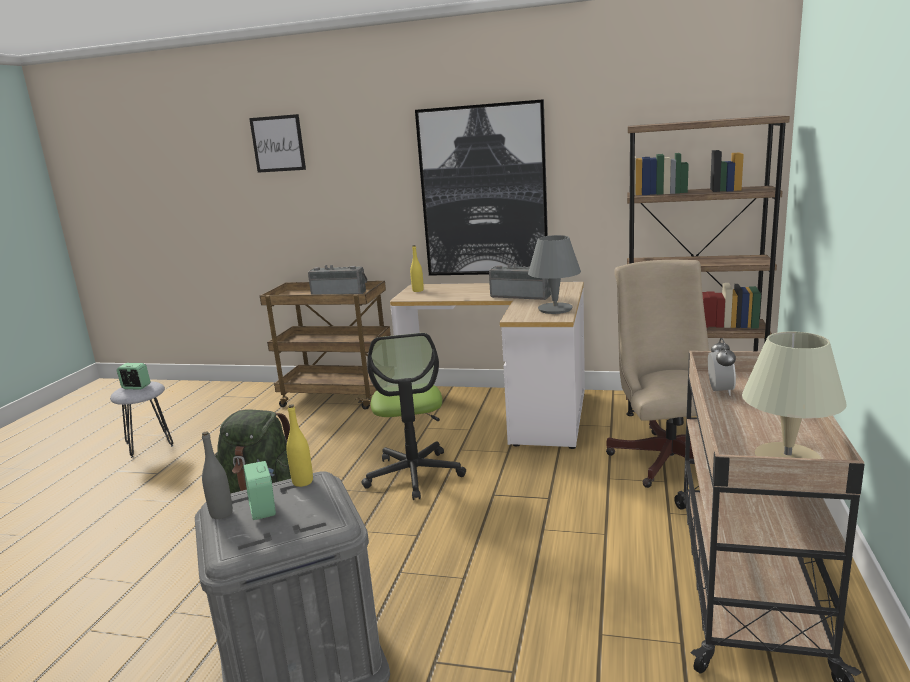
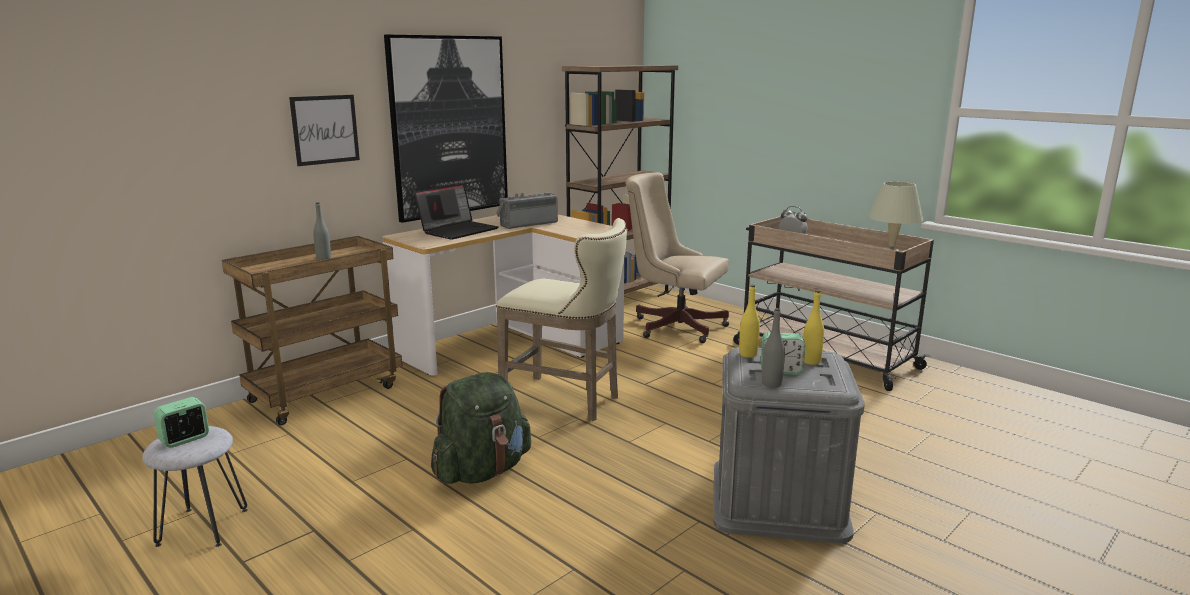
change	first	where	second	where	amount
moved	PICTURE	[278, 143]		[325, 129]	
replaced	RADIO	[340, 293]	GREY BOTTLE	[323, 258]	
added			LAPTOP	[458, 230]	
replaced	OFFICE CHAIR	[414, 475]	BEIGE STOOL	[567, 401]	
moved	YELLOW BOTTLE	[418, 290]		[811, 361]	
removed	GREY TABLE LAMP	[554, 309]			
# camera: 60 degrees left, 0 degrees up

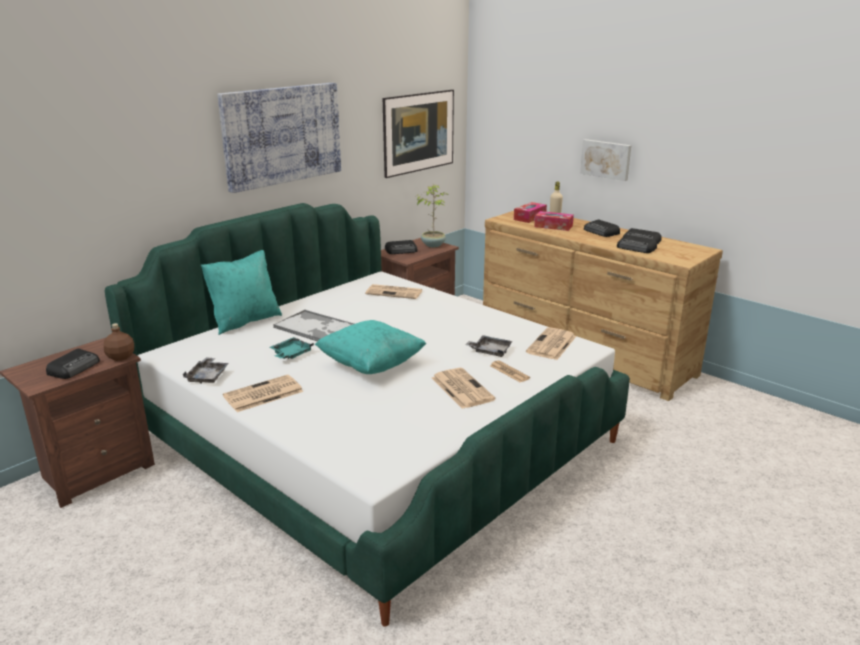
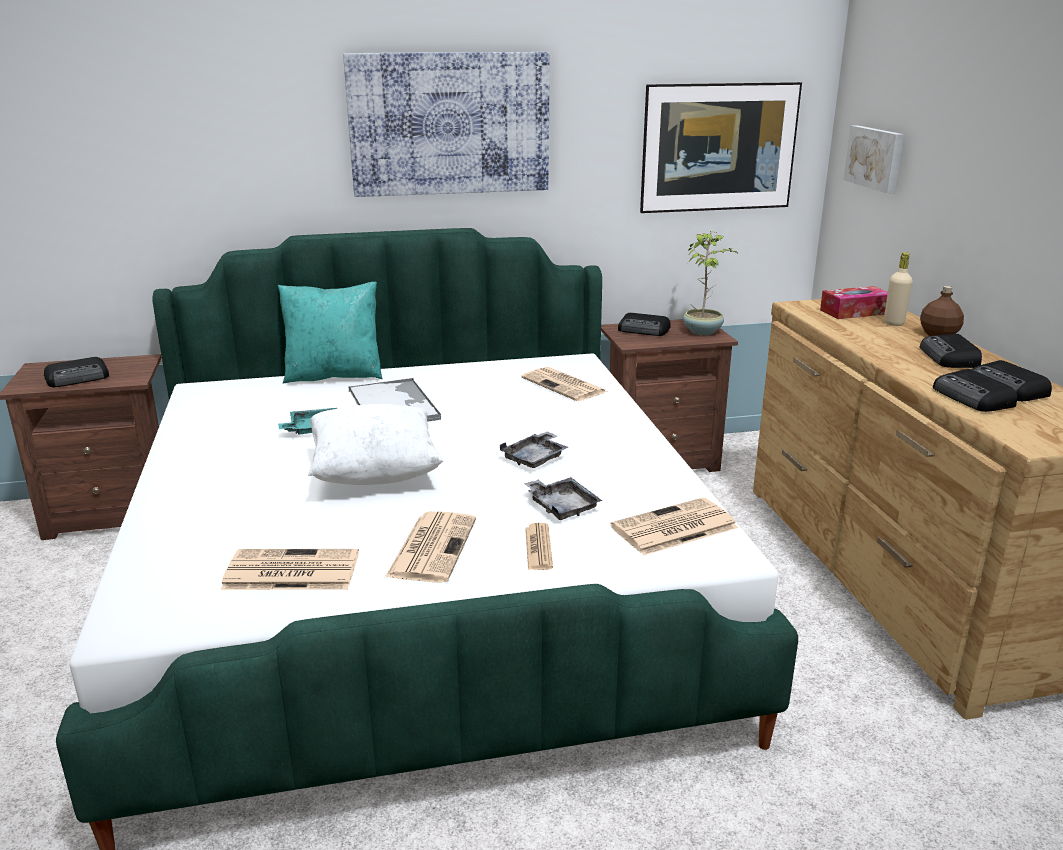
change	first	where	second	where	amount
moved	NEWSPAPER	[262, 394]		[289, 571]	
recoloured	TURQUOISE PILLOW	[371, 365]	WHITE PILLOW	[375, 473]	
moved	GREY TRAY	[208, 376]		[535, 458]	
moved	PICTURE	[606, 159]		[875, 158]	
moved	BROWN BOTTLE	[120, 357]		[938, 334]	
removed	TISSUE BOX	[553, 226]			
# camera: 35 degrees right, 0 degrees up

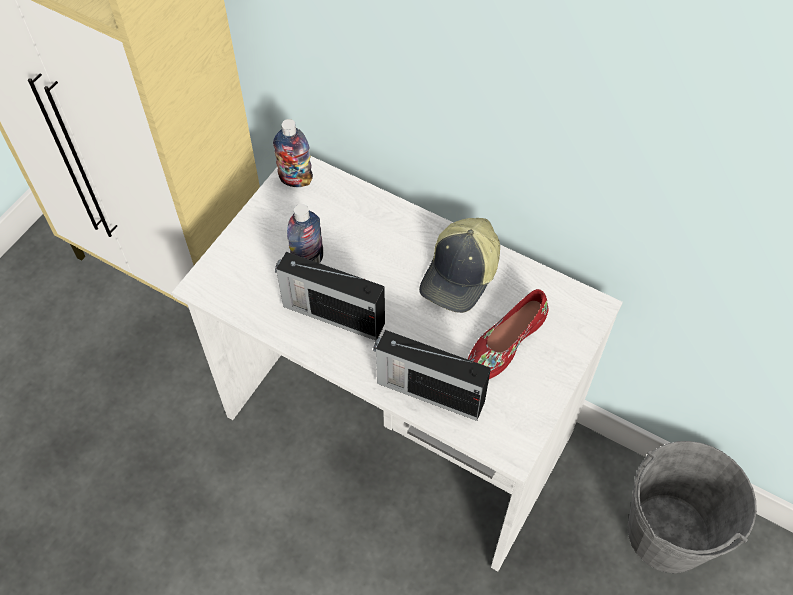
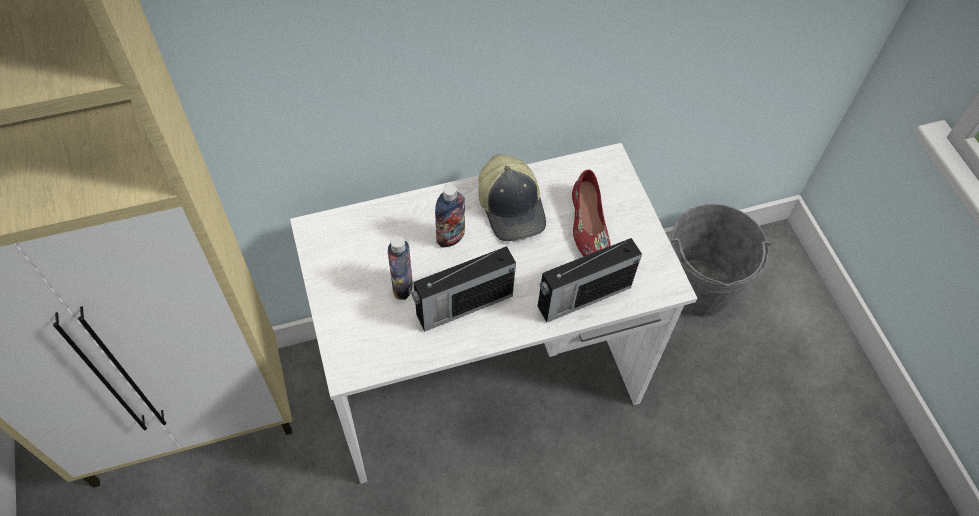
change	first	where	second	where	amount
moved	BOTTLE	[296, 180]		[450, 237]	
# camera: 50 degrees left, 0 degrees up

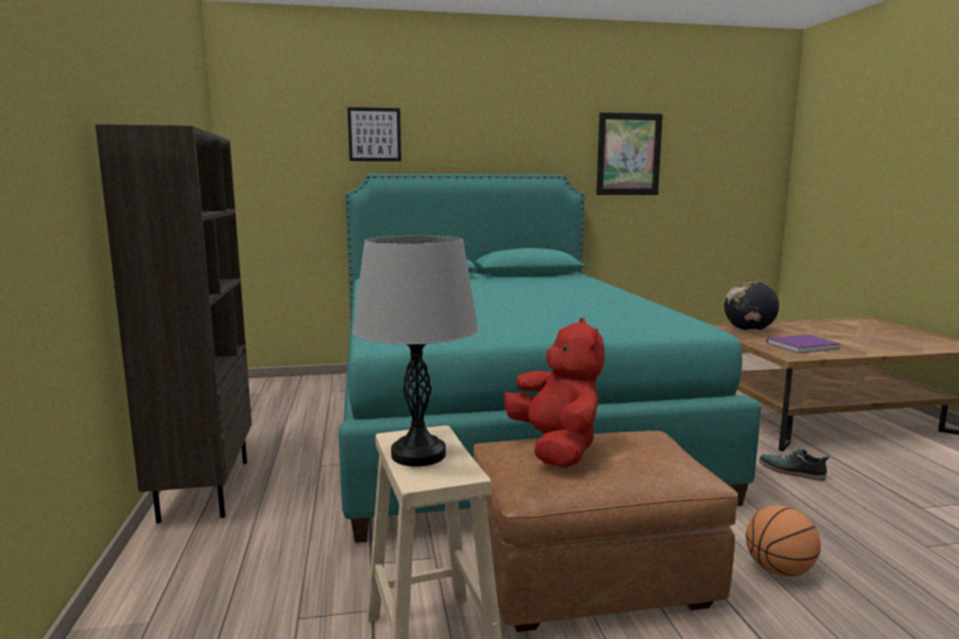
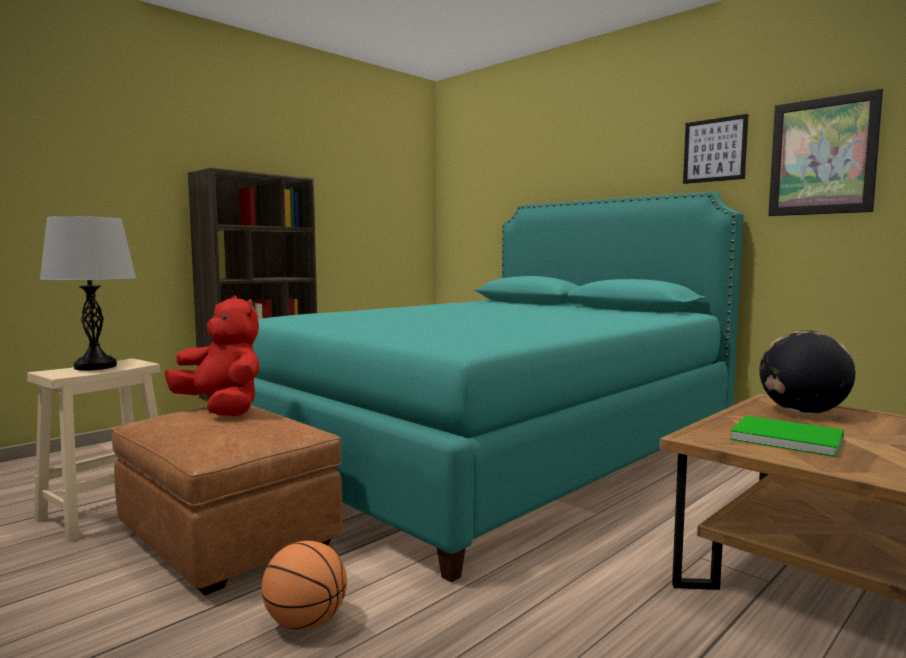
change	first	where	second	where	amount
turned	RED PLUSH TOY	[556, 448]		[222, 409]	90 degrees counterclockwise
moved	PICTURE	[374, 134]		[714, 150]	
recoloured	PURPLE BOOK	[800, 345]	GREEN BOOK	[783, 437]	
removed	SHOE	[791, 471]			
# camera: 55 degrees right, 5 degrees down

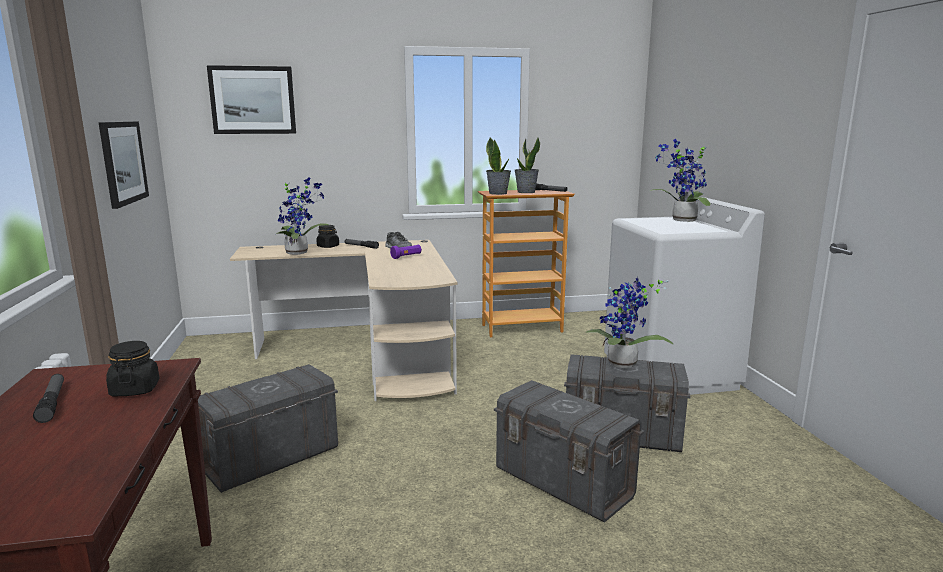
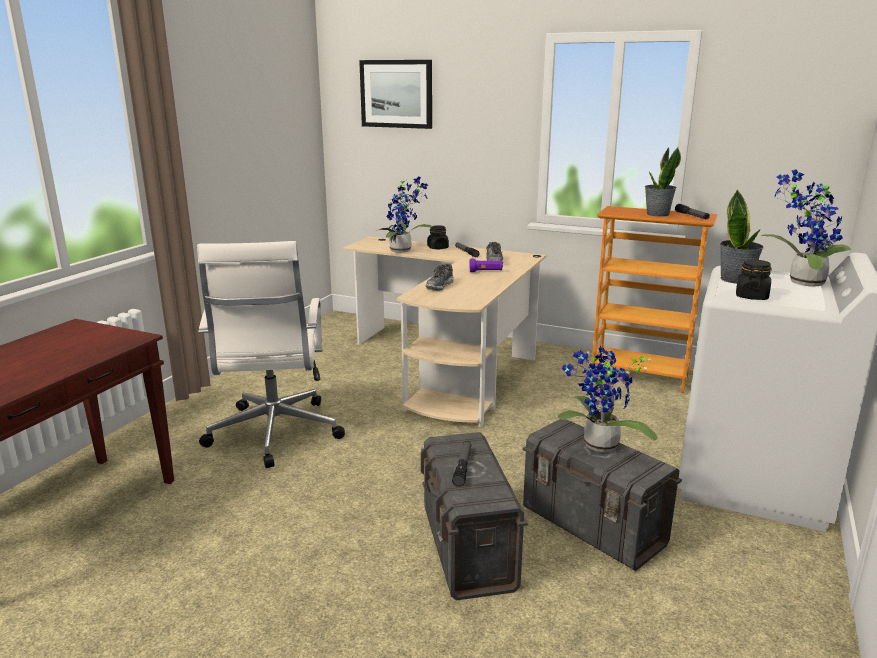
change	first	where	second	where	amount
replaced	GREY STORAGE BOX	[271, 459]	WHITE OFFICE CHAIR	[274, 434]	
added			SHOE	[440, 286]	
moved	FLASHLIGHT	[52, 403]		[462, 467]	
moved	POTTED PLANT	[498, 193]		[736, 279]	
moved	BLACK JAR	[135, 389]		[751, 296]	
removed	PICTURE	[123, 162]			
# camera: 35 degrees right, 5 degrees up

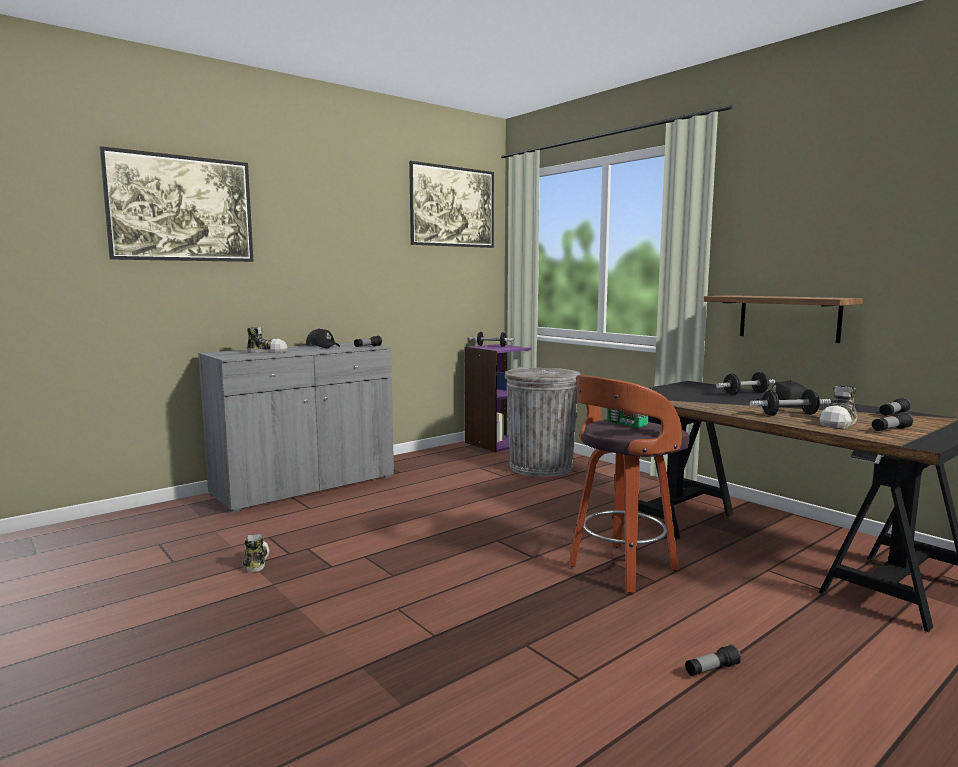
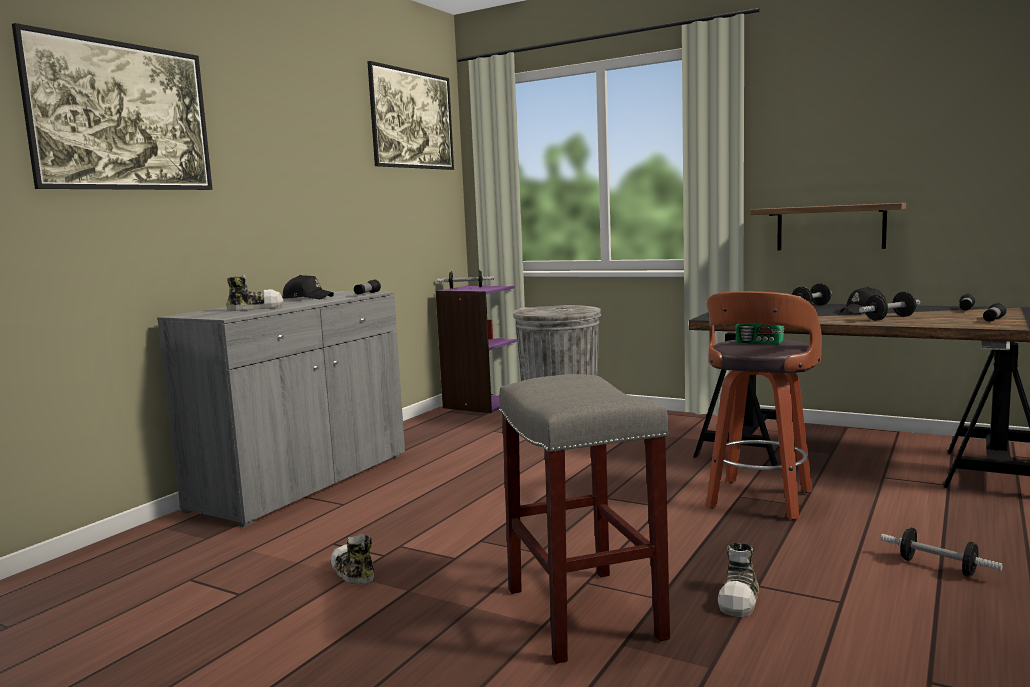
change	first	where	second	where	amount
added			GREY STOOL	[581, 612]	
moved	SHOE	[839, 423]		[740, 599]	
replaced	FLASHLIGHT	[711, 669]	DUMBBELL	[938, 567]	
# camera: 20 degrees left, 0 degrees up

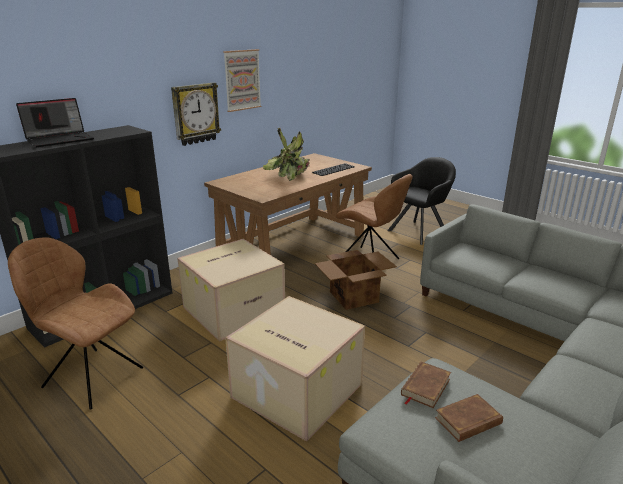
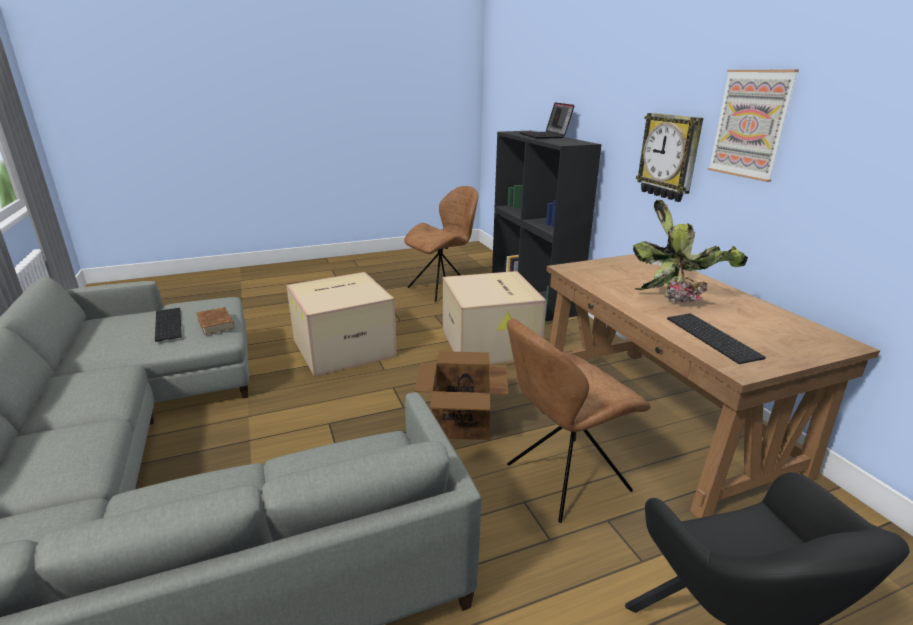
change	first	where	second	where	amount
replaced	BROWN BOOK	[468, 421]	KEYBOARD	[166, 324]	
# camera: 115 degrees right, 0 degrees up

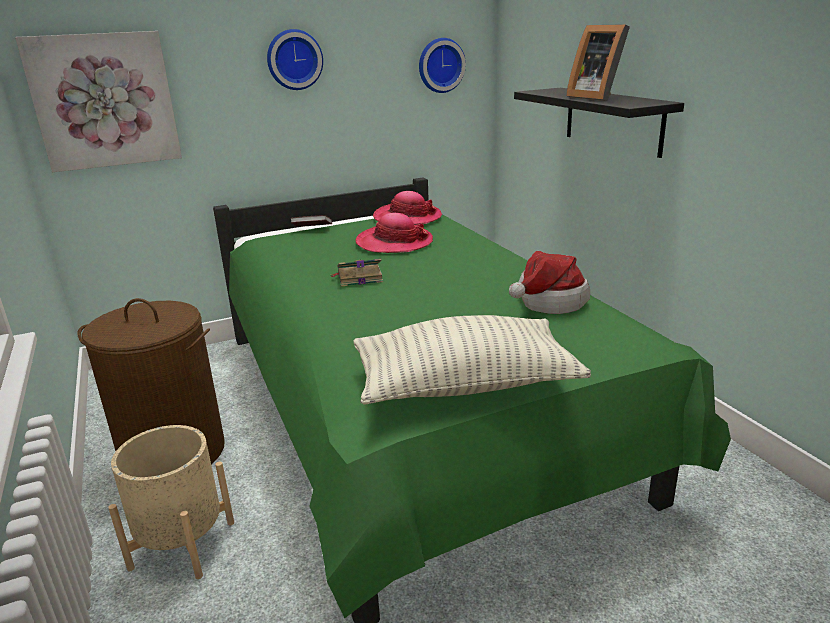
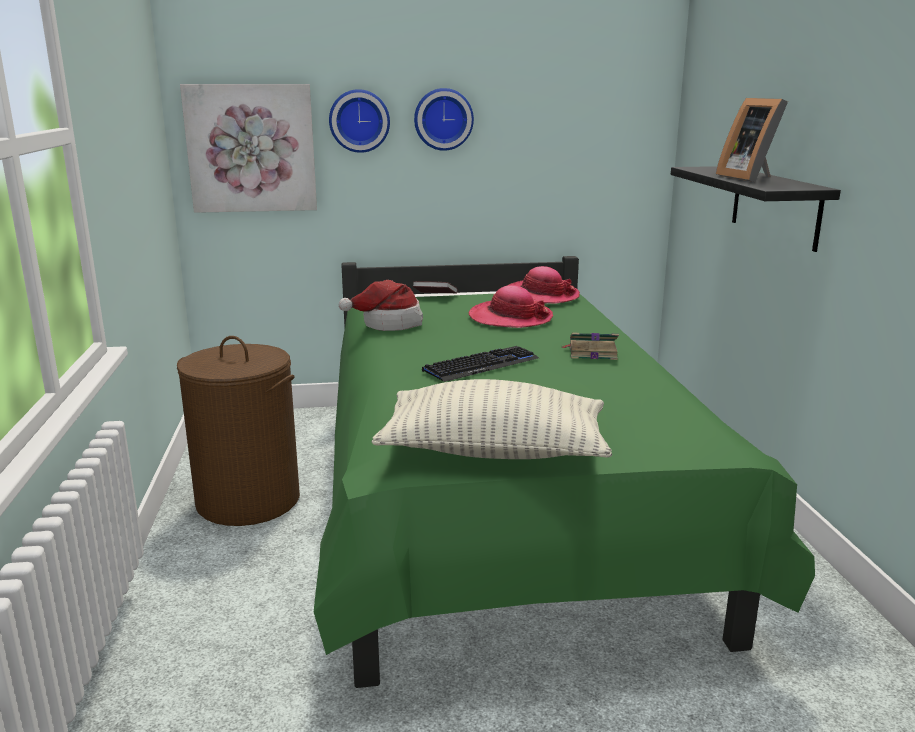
change	first	where	second	where	amount
moved	WALL CLOCK	[440, 65]		[359, 121]	
moved	HAT	[547, 302]		[389, 323]	
added			KEYBOARD	[481, 365]	
moved	BOOK	[358, 278]		[591, 353]	
removed	BEIGE PLANTER	[183, 545]			
# camera: 15 degrees right, 5 degrees down

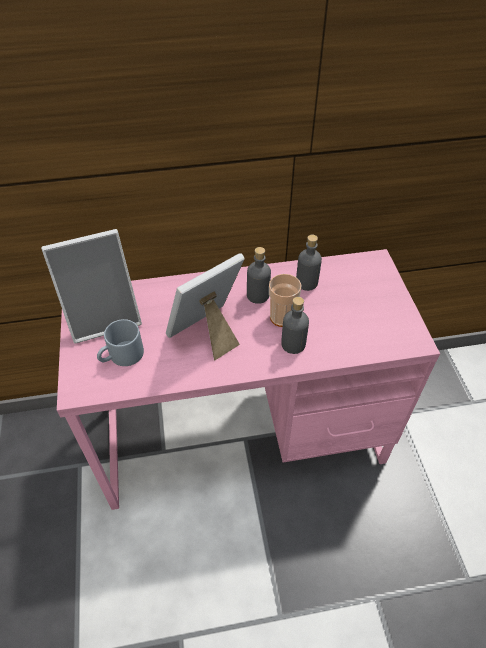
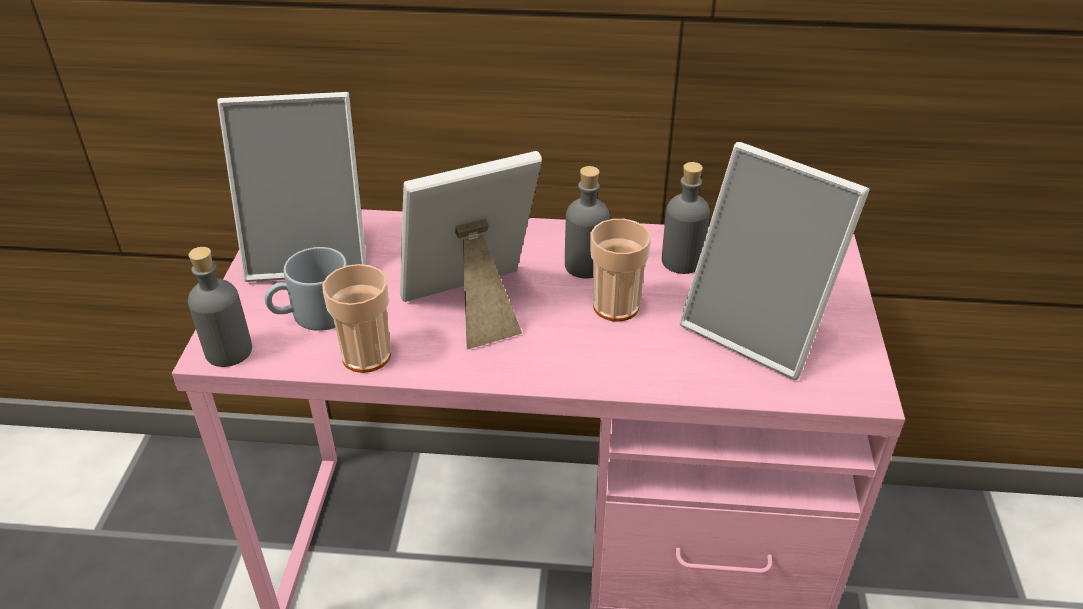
change	first	where	second	where	amount
moved	GREY BOTTLE	[293, 344]		[228, 351]	
added			CUP	[366, 356]	
added			PICTURE FRAME	[759, 329]	
# camera: 15 degrees right, 10 degrees down

